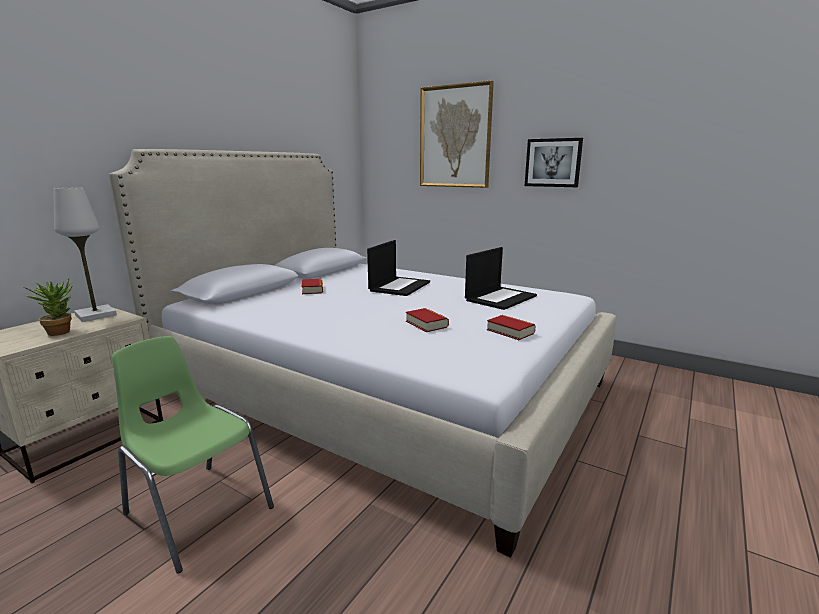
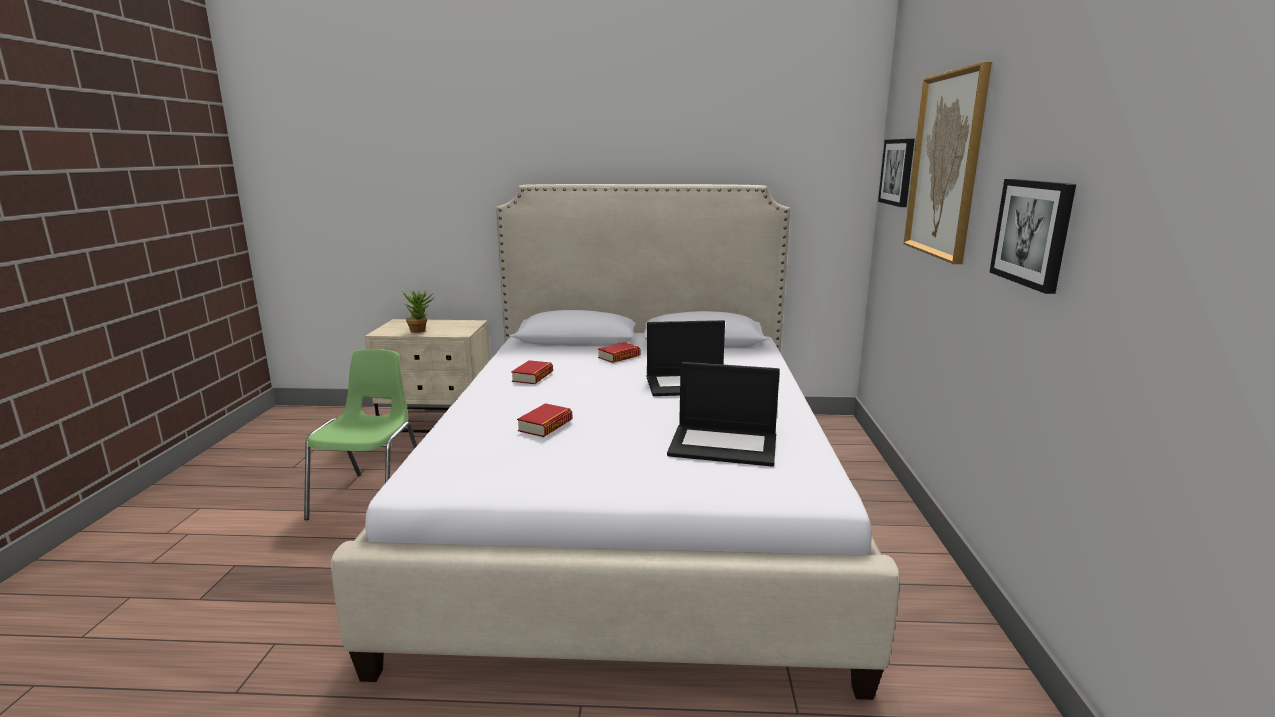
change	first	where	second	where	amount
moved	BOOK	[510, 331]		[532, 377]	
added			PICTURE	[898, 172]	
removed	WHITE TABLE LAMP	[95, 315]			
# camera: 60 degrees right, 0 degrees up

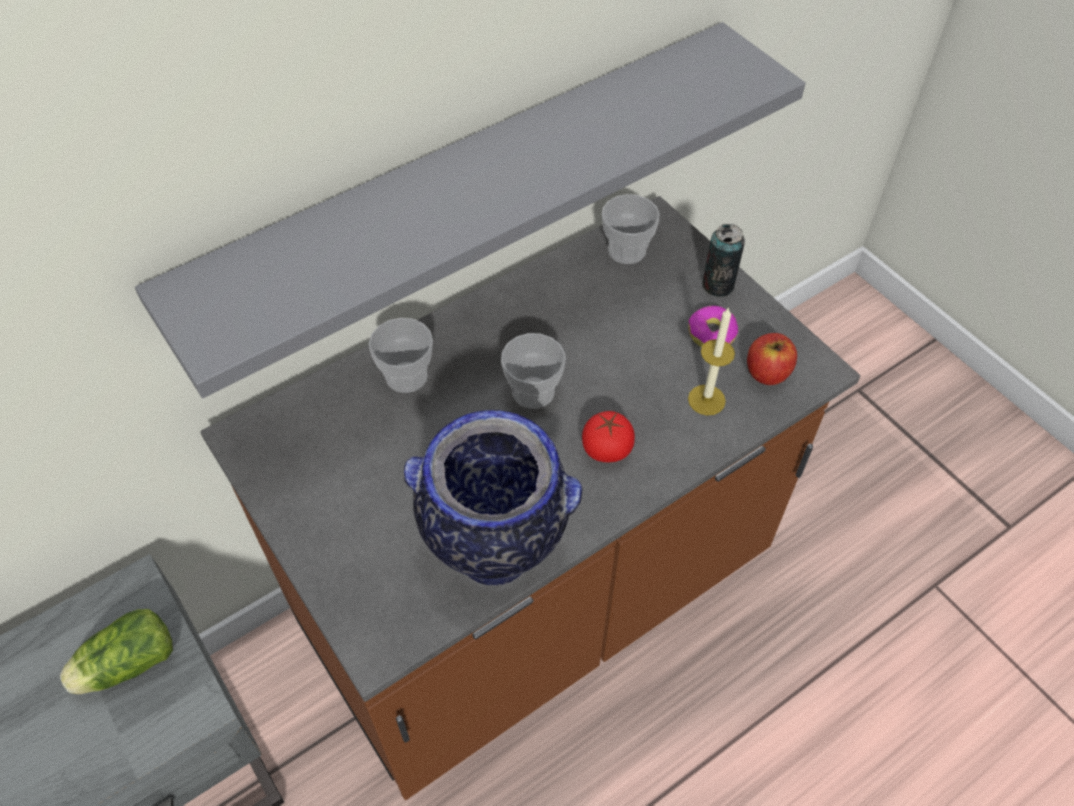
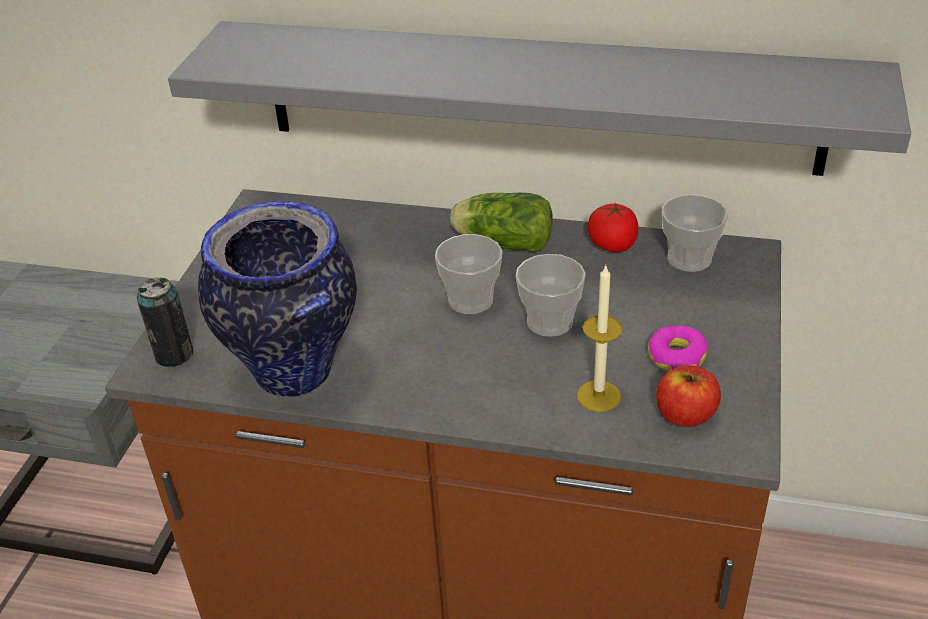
change	first	where	second	where	amount
moved	CAN	[718, 285]		[174, 354]	
moved	LETTUCE	[124, 665]		[501, 242]	
moved	CUP	[406, 376]		[549, 321]	
moved	TOMATO	[606, 449]		[612, 245]	
# camera: 50 degrees right, 15 degrees down

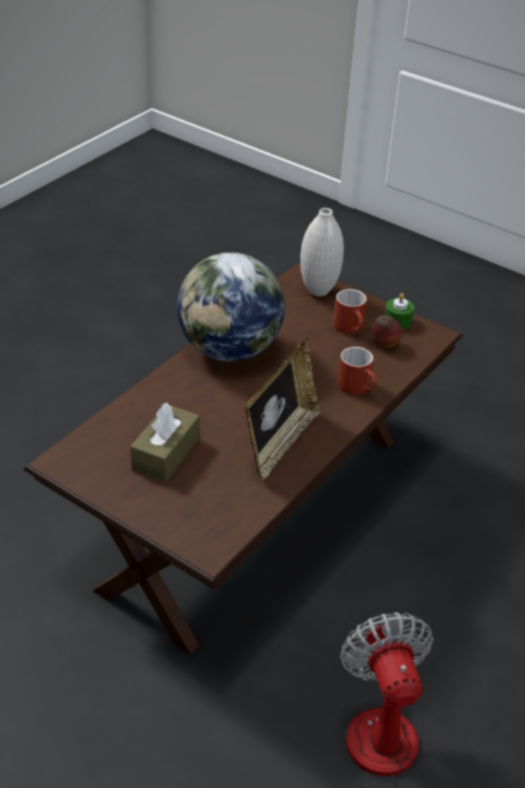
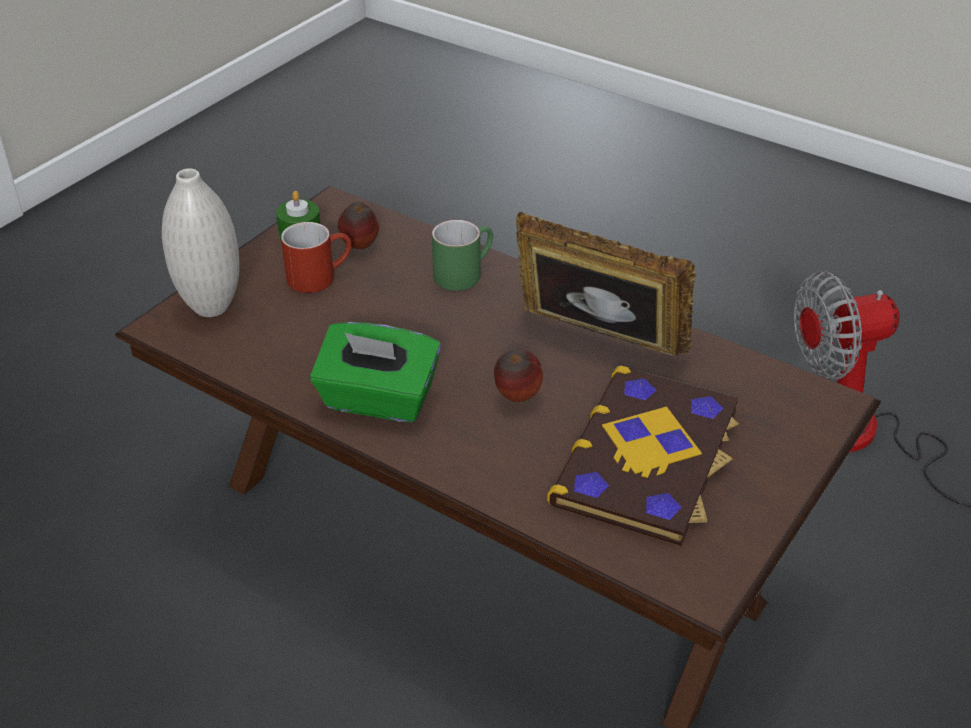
change	first	where	second	where	amount
replaced	GLOBE	[229, 350]	GREEN TISSUE BOX	[378, 400]	
recoloured	RED MUG	[358, 388]	GREEN MUG	[463, 272]	
added			APPLE	[517, 398]	
replaced	BROWN TISSUE BOX	[166, 454]	BOOK	[650, 457]	
# camera: 90 degrees left, 0 degrees up

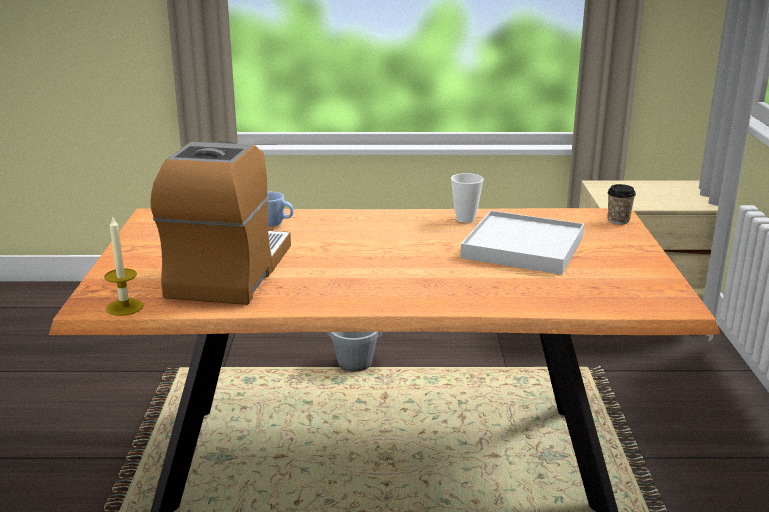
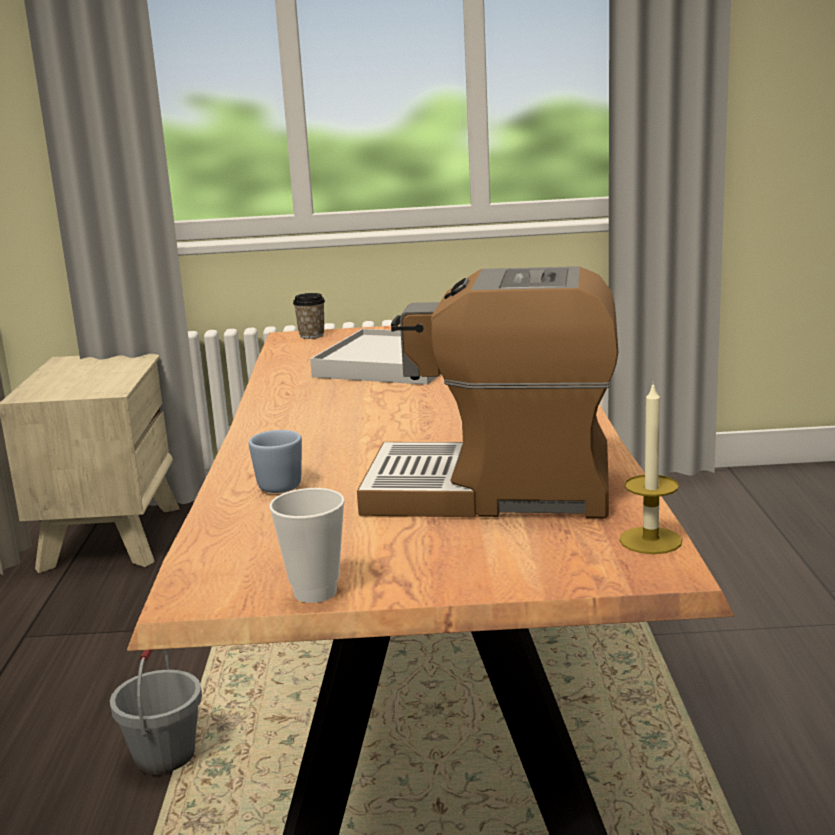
change	first	where	second	where	amount
moved	CUP	[465, 219]		[315, 592]	
# camera: 90 degrees left, 5 degrees down

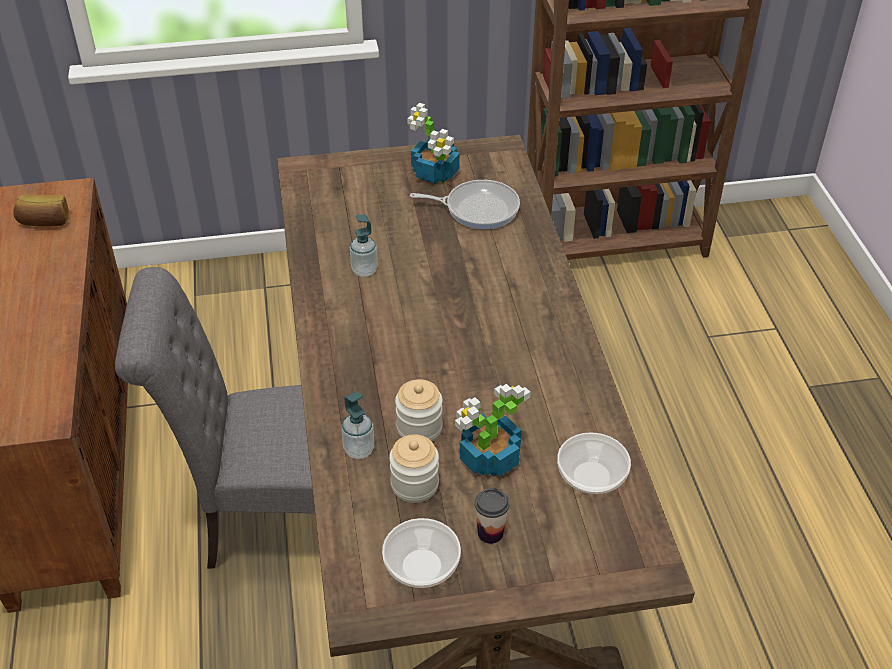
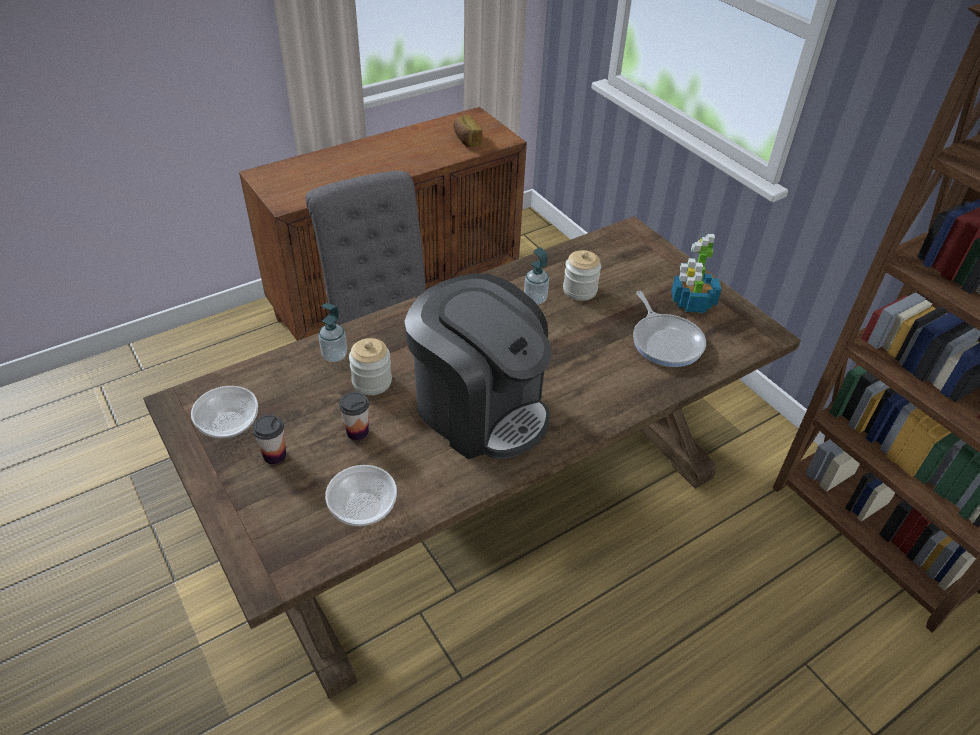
change	first	where	second	where	amount
replaced	POTTED PLANT	[488, 457]	CUP	[357, 432]	
added			COFFEE MACHINE	[480, 409]	
moved	JAR	[414, 485]		[579, 290]	
# camera: 65 degrees right, 0 degrees up

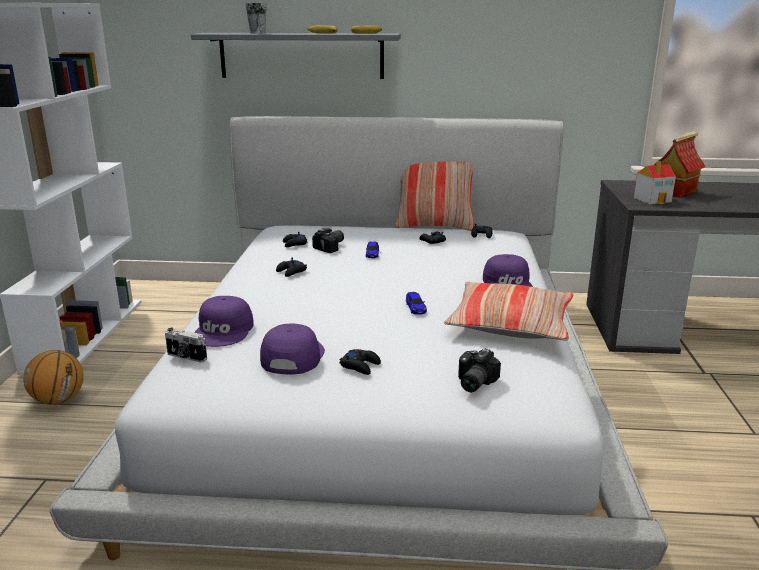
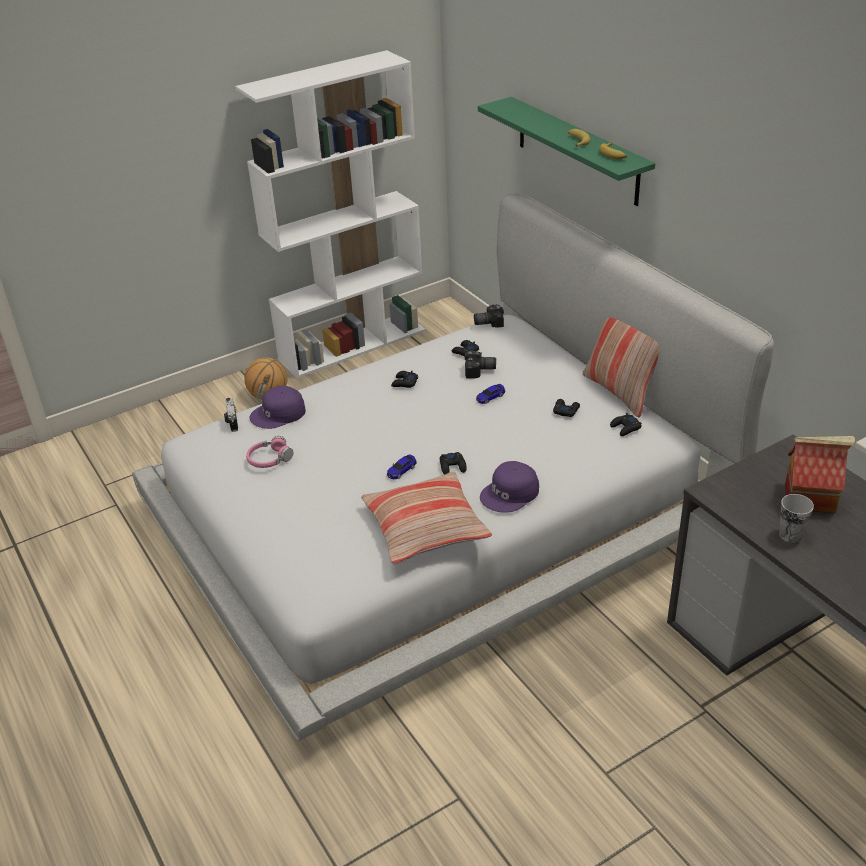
change	first	where	second	where	amount
replaced	PURPLE CAP	[291, 356]	PINK HEADPHONES	[269, 459]	
moved	BLACK GAME CONTROLLER	[360, 366]		[453, 466]	
moved	PHOTO CAMERA	[472, 382]		[488, 322]	
recoloured	GREY SHELF	[301, 55]	GREEN SHELF	[577, 151]	
moved	CUP	[257, 33]		[790, 535]	
removed	TOY HOUSE	[652, 200]			
# camera: 55 degrees right, 15 degrees up

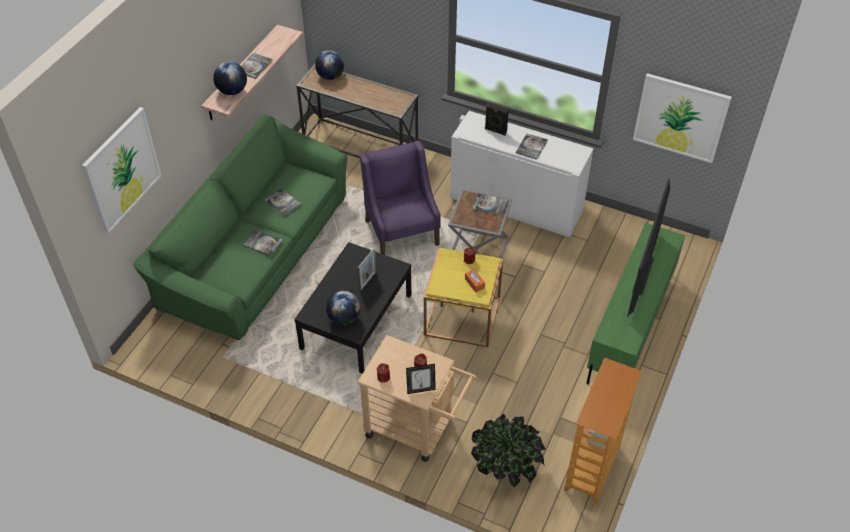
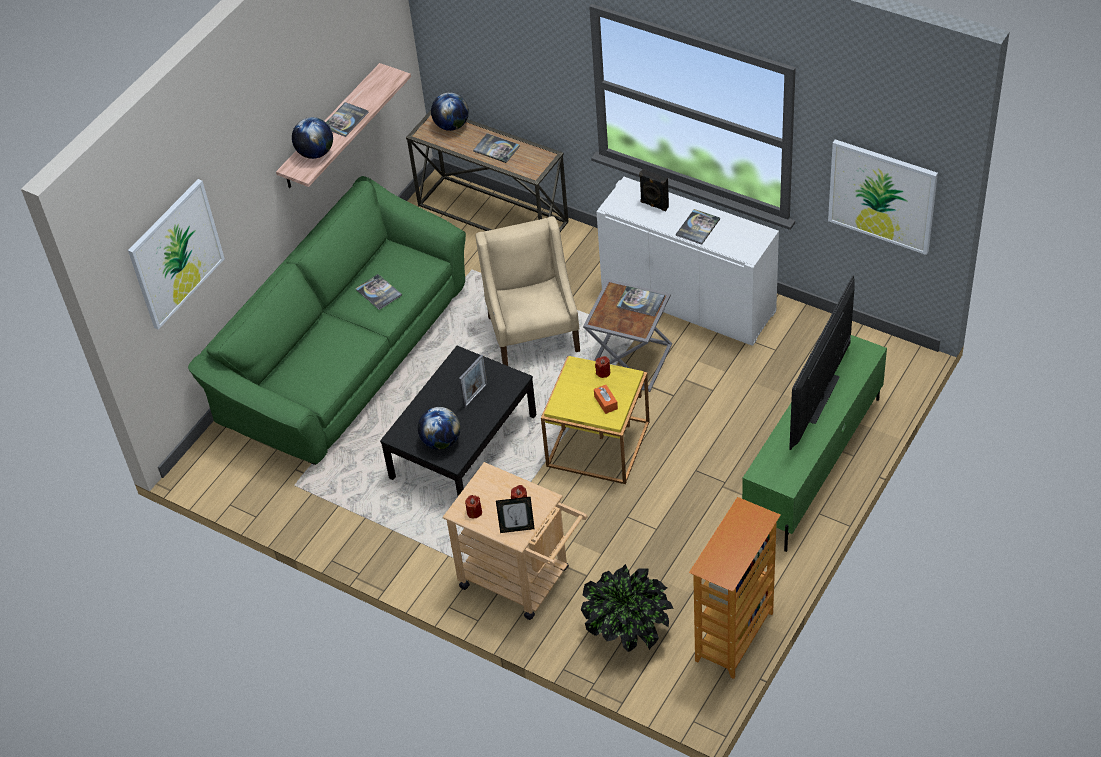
change	first	where	second	where	amount
moved	BOOK	[263, 243]		[496, 149]	
recoloured	PURPLE ARMCHAIR	[401, 232]	BEIGE ARMCHAIR	[533, 333]	
# camera: 10 degrees right, 0 degrees up

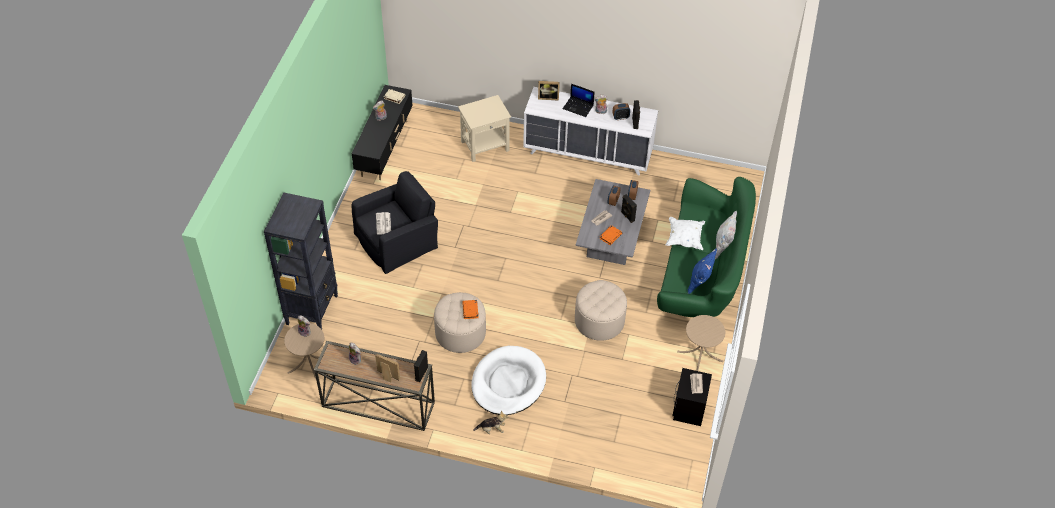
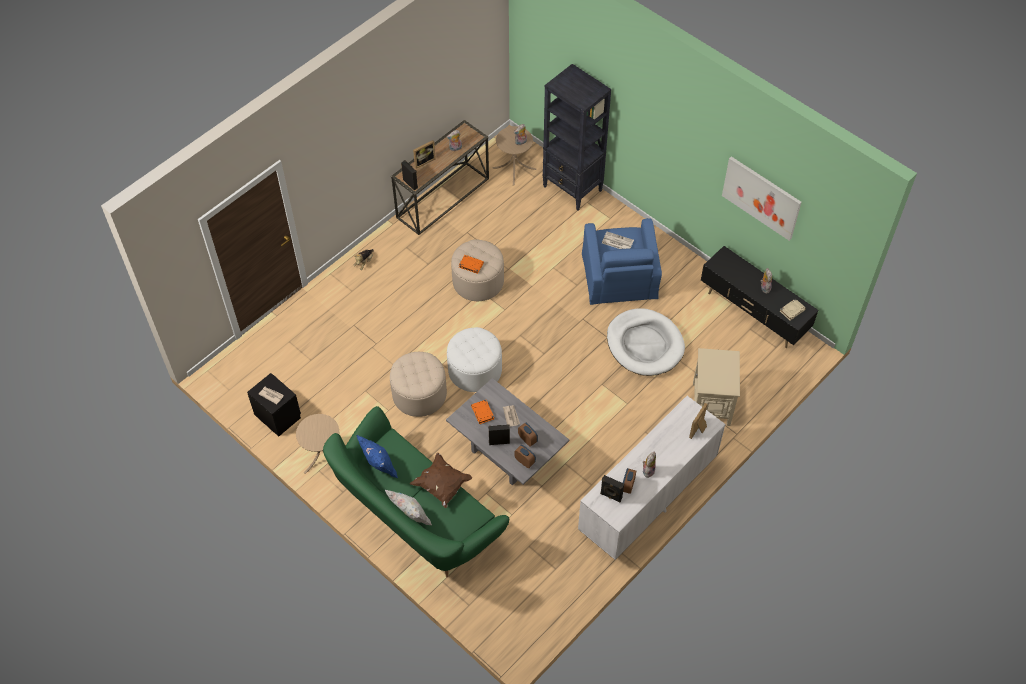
change	first	where	second	where	amount
recoloured	WHITE PILLOW	[684, 238]	BROWN PILLOW	[442, 485]	
added			WHITE OTTOMAN	[475, 370]	
recoloured	BLACK ARMCHAIR	[397, 240]	BLUE ARMCHAIR	[619, 277]	
moved	WHITE DOG BED	[508, 383]		[644, 344]	
added			PICTURE	[761, 197]	
removed	LAPTOP	[578, 107]			
# camera: 120 degrees right, 5 degrees up

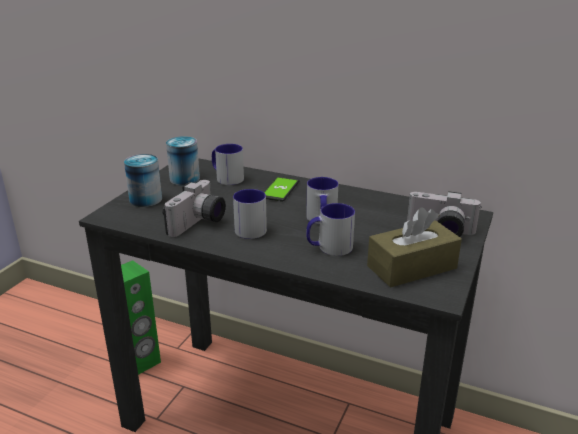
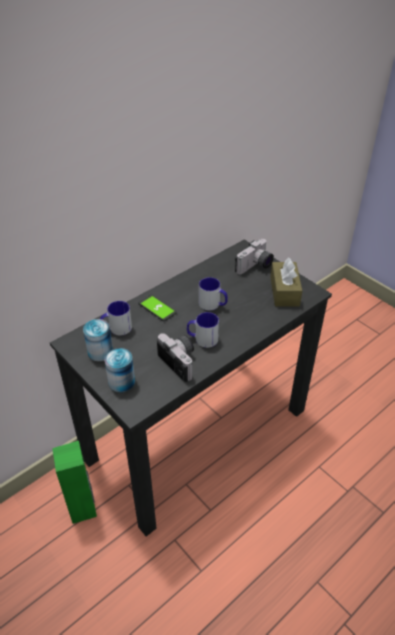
change	first	where	second	where	amount
removed	MUG	[329, 248]			
# camera: 65 degrees left, 15 degrees up

